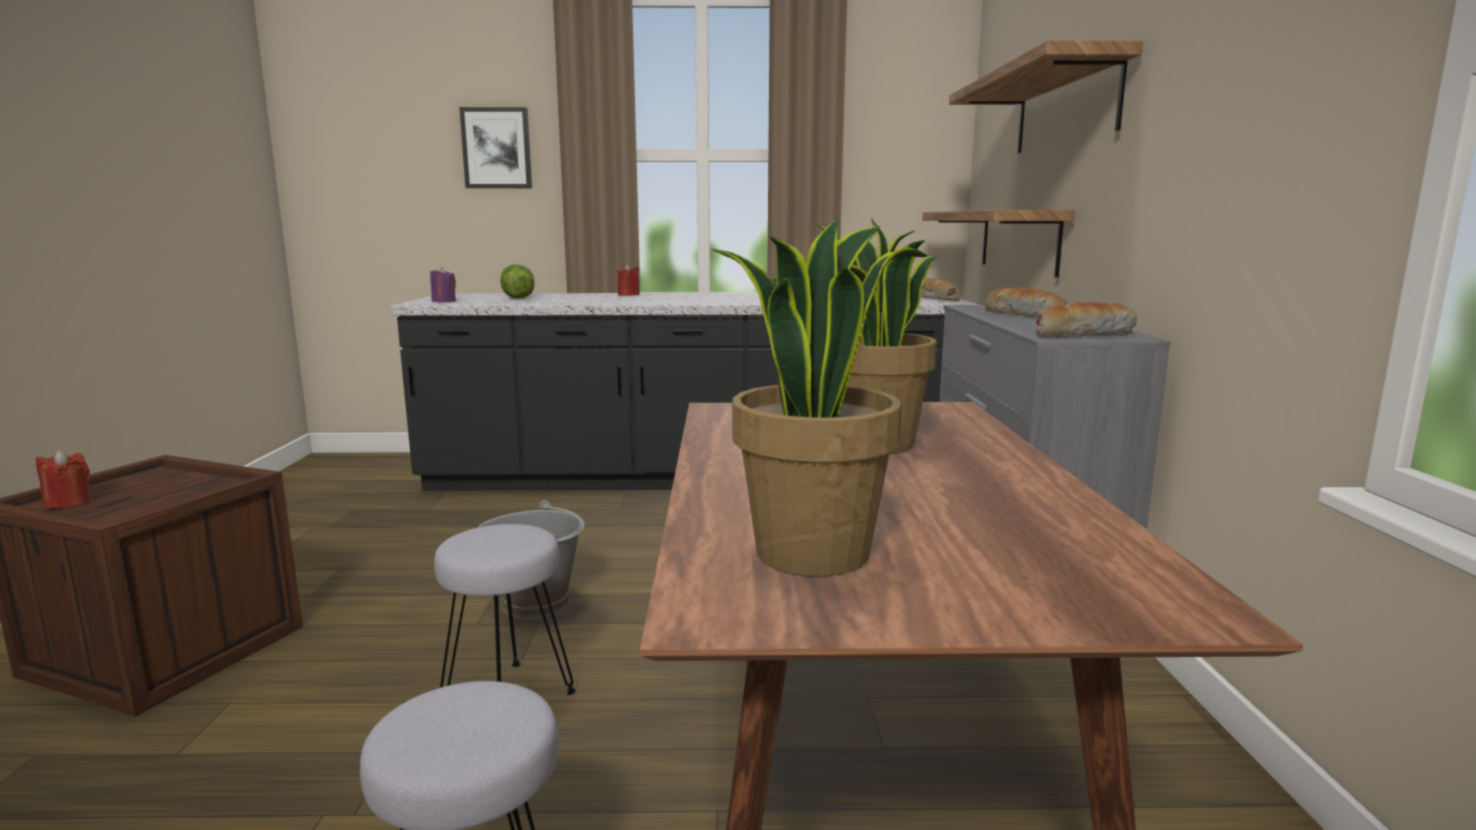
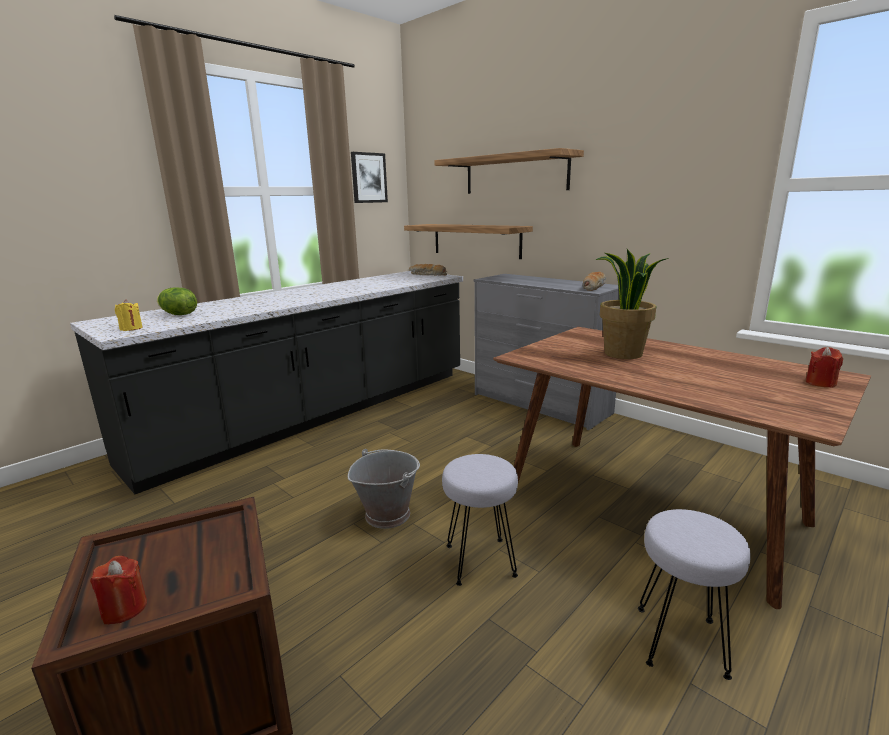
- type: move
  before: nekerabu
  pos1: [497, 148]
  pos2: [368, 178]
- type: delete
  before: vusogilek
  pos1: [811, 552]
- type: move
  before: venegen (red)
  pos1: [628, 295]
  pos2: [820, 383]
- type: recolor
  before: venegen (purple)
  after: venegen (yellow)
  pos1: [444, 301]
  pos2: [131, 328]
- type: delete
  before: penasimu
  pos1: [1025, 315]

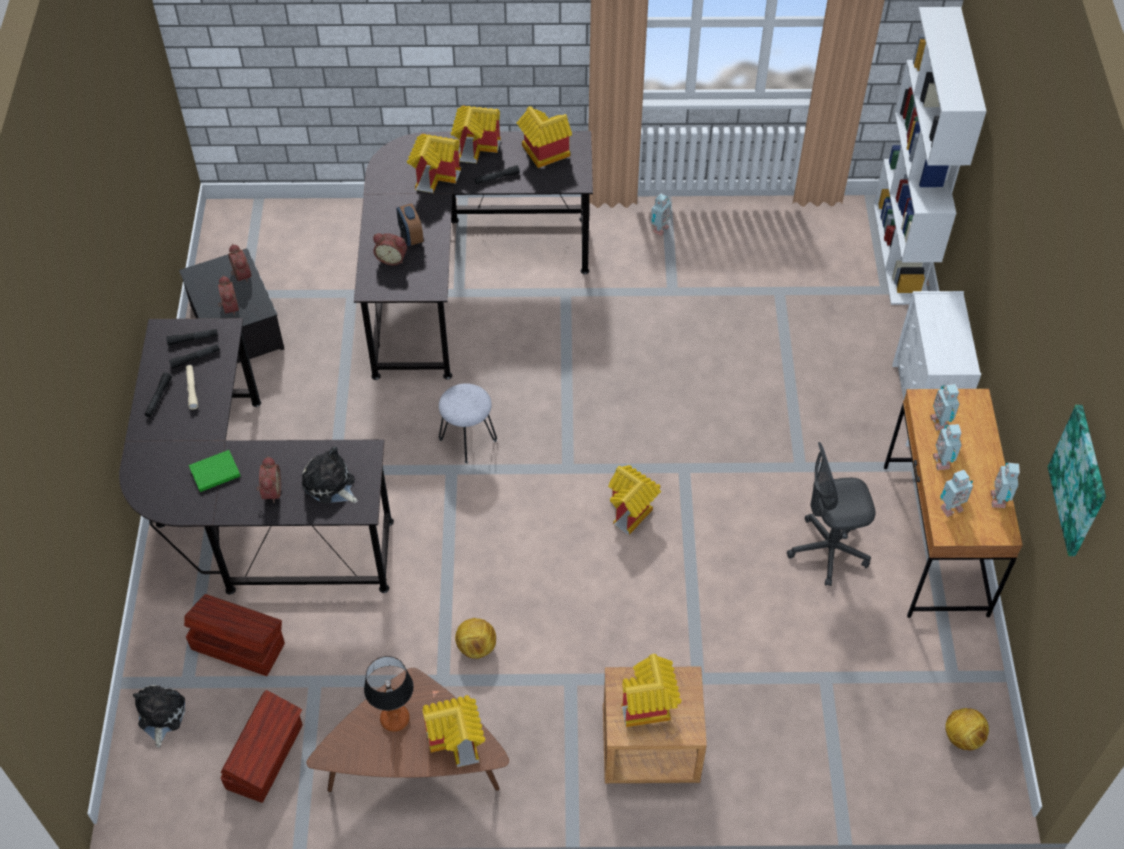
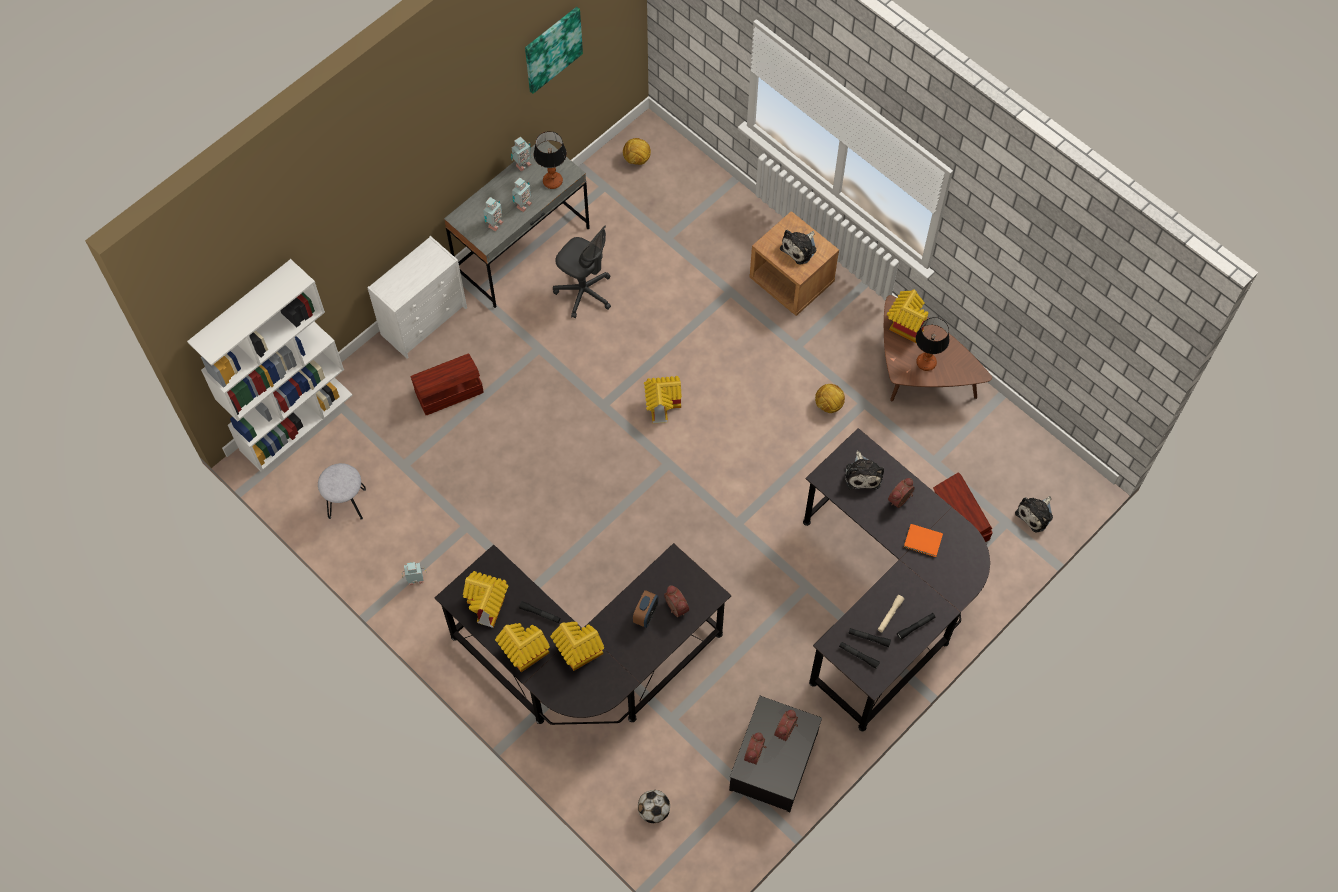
- type: move
  before: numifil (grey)
  pos1: [467, 440]
  pos2: [347, 503]
- type: recolor
  before: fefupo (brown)
  after: fefupo (grey)
  pos1: [934, 540]
  pos2: [522, 250]
- type: recolor
  before: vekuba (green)
  after: vekuba (orange)
  pos1: [213, 472]
  pos2: [923, 542]
- type: replace
  before: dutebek
  after: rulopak
  pos1: [950, 508]
  pos2: [552, 181]
- type: replace
  before: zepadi
  after: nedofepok
  pos1: [649, 708]
  pos2: [800, 248]
- type: move
  before: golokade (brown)
  pos1: [266, 756]
  pos2: [448, 392]
- type: insert
  after: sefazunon
  pos2: [654, 810]

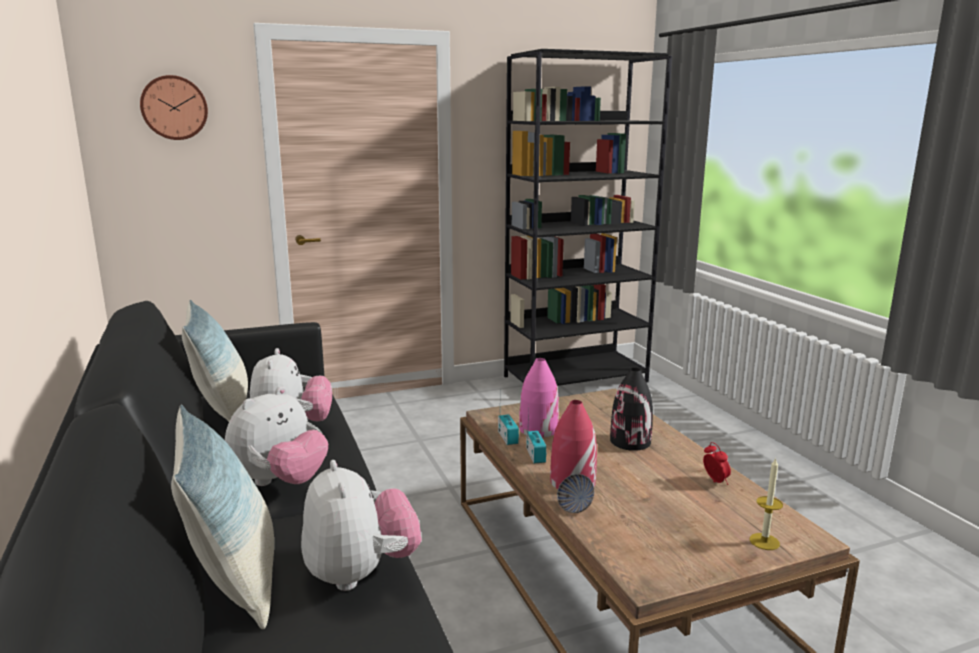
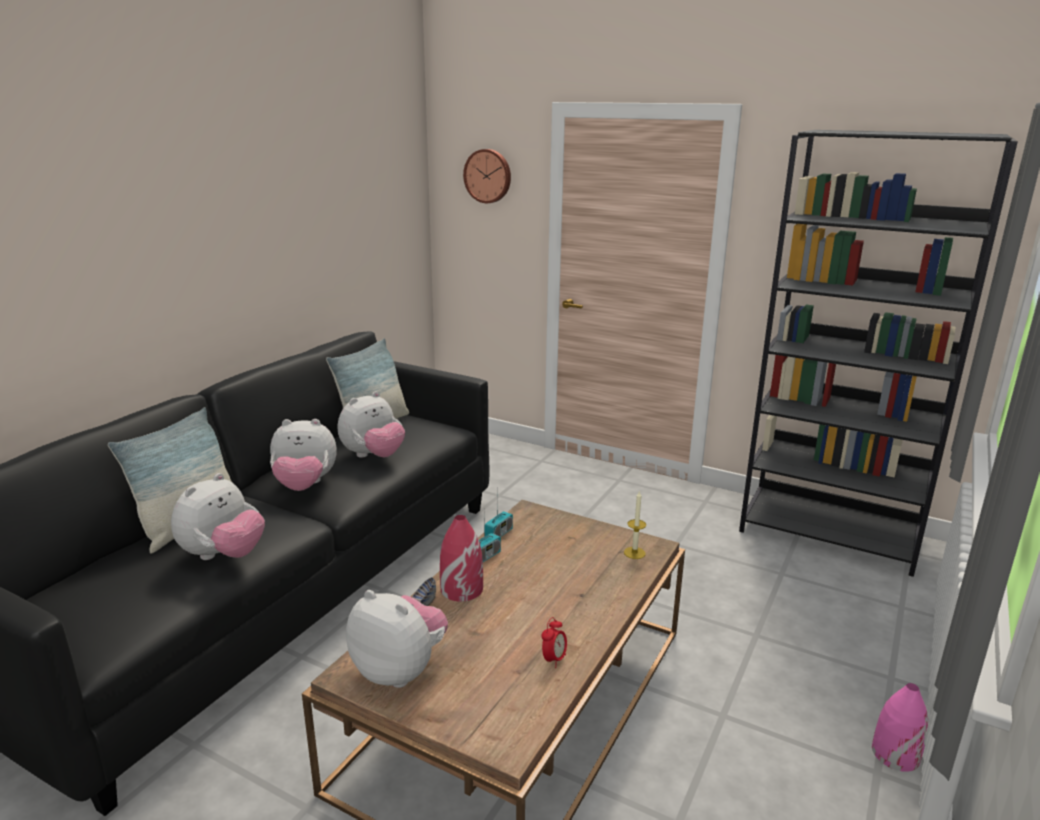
- type: move
  before: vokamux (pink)
  pos1: [538, 429]
  pos2: [894, 754]
- type: delete
  before: vokamux (black)
  pos1: [630, 442]
- type: move
  before: venegen
  pos1: [764, 541]
  pos2: [634, 553]
- type: insert
  after: nedofepok
  pos2: [400, 670]

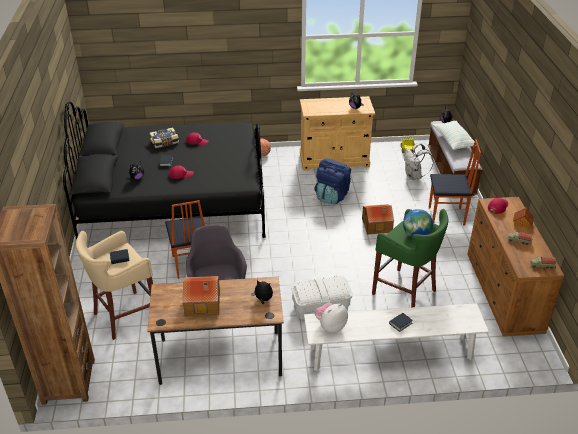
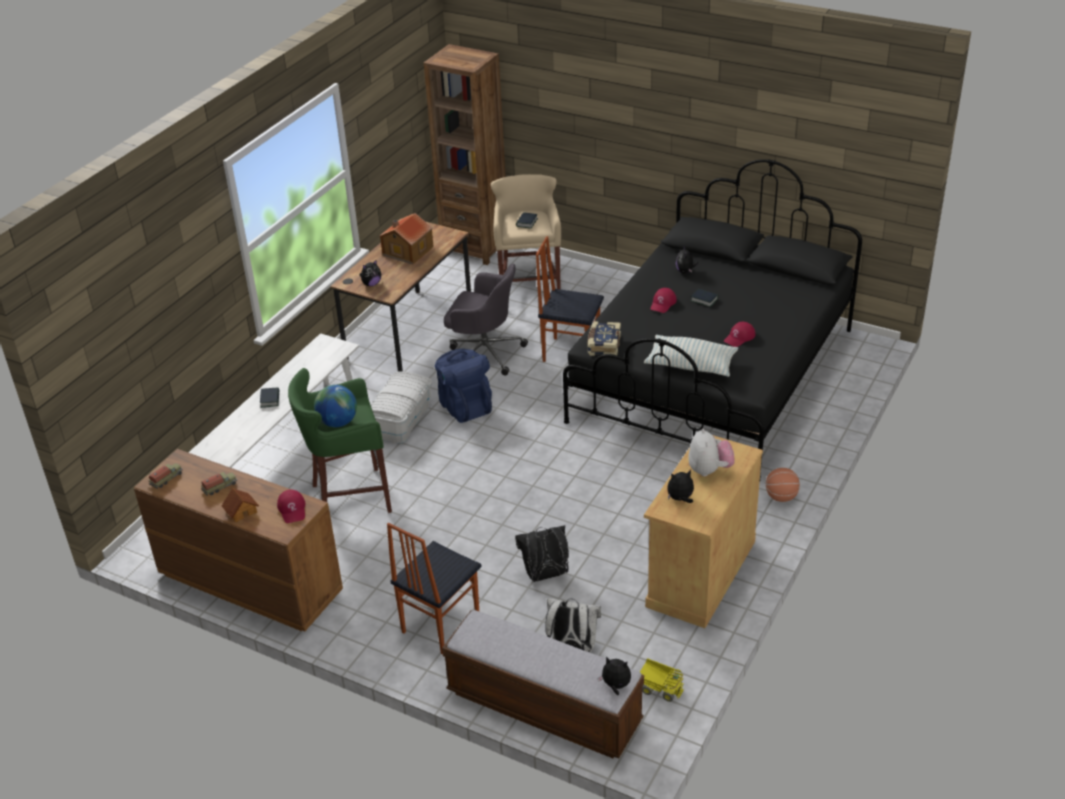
- type: move
  before: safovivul
  pos1: [453, 141]
  pos2: [691, 365]
- type: move
  before: vekuba
  pos1: [165, 142]
  pos2: [603, 345]
- type: move
  before: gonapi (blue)
  pos1: [332, 196]
  pos2: [465, 406]
- type: delete
  before: zepadi
  pos1: [377, 225]
- type: move
  before: nedofepok
  pos1: [330, 326]
  pos2: [709, 470]
- type: insert
  after: gonapi (black)
  pos2: [545, 576]

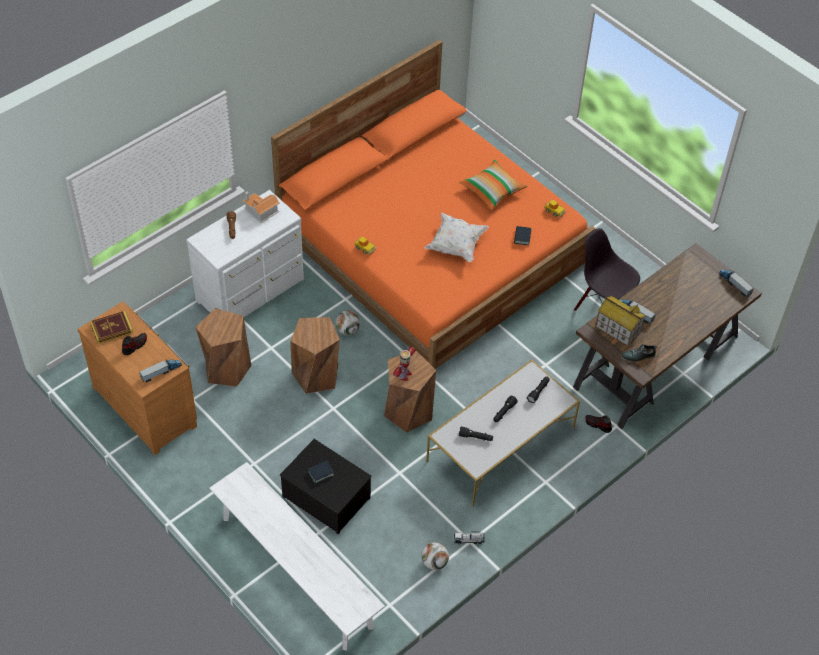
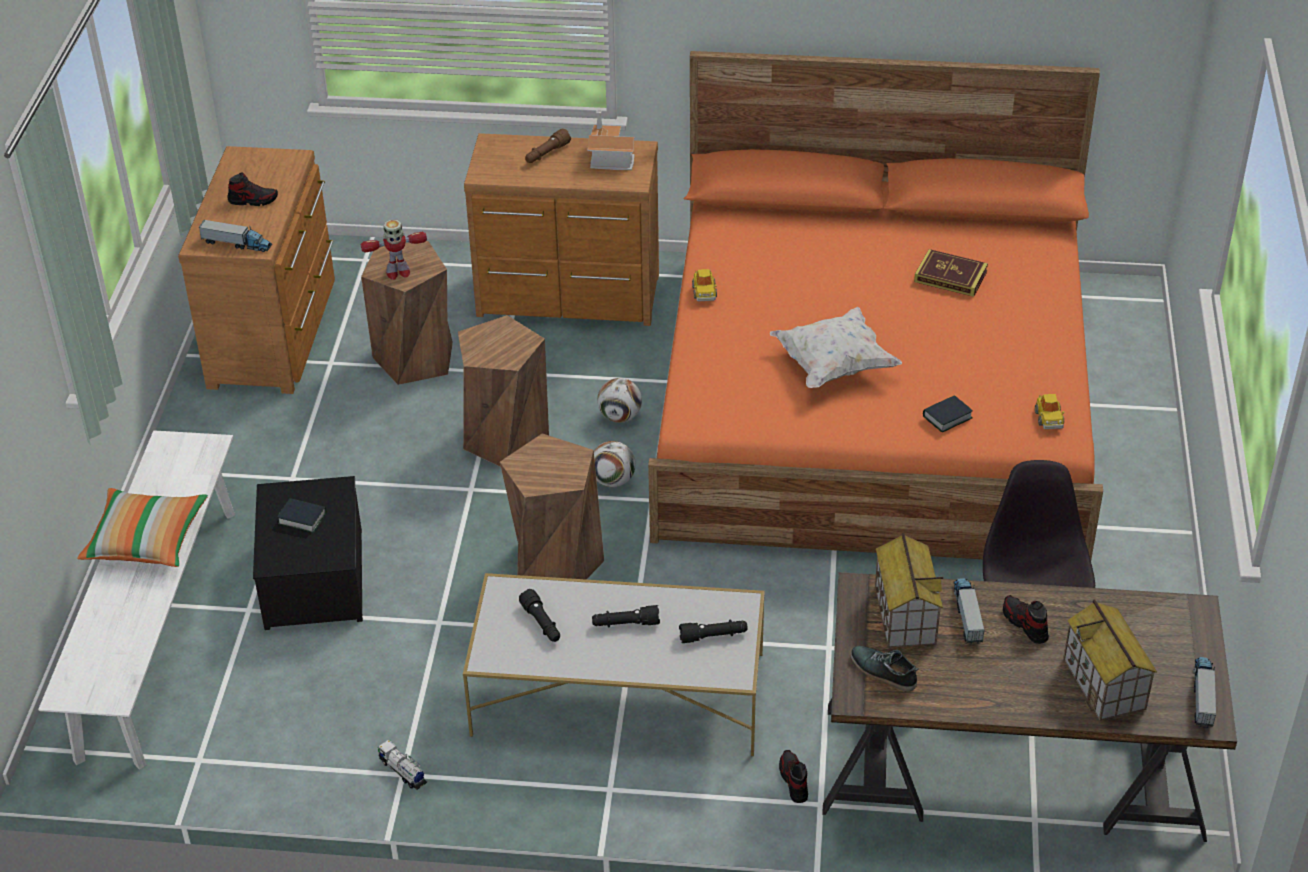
- type: move
  before: safovivul
  pos1: [492, 190]
  pos2: [146, 540]
- type: recolor
  before: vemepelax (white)
  after: vemepelax (brown)
  pos1: [252, 291]
  pos2: [569, 298]
- type: move
  before: vekuba
  pos1: [112, 329]
  pos2: [950, 276]
- type: move
  before: dutebek
  pos1: [404, 375]
  pos2: [397, 272]
- type: move
  before: sefazunon
  pos1: [434, 562]
  pos2: [613, 480]
- type: insert
  after: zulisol
  pos2: [1025, 624]
- type: insert
  after: zepadi
  pos2: [1105, 684]

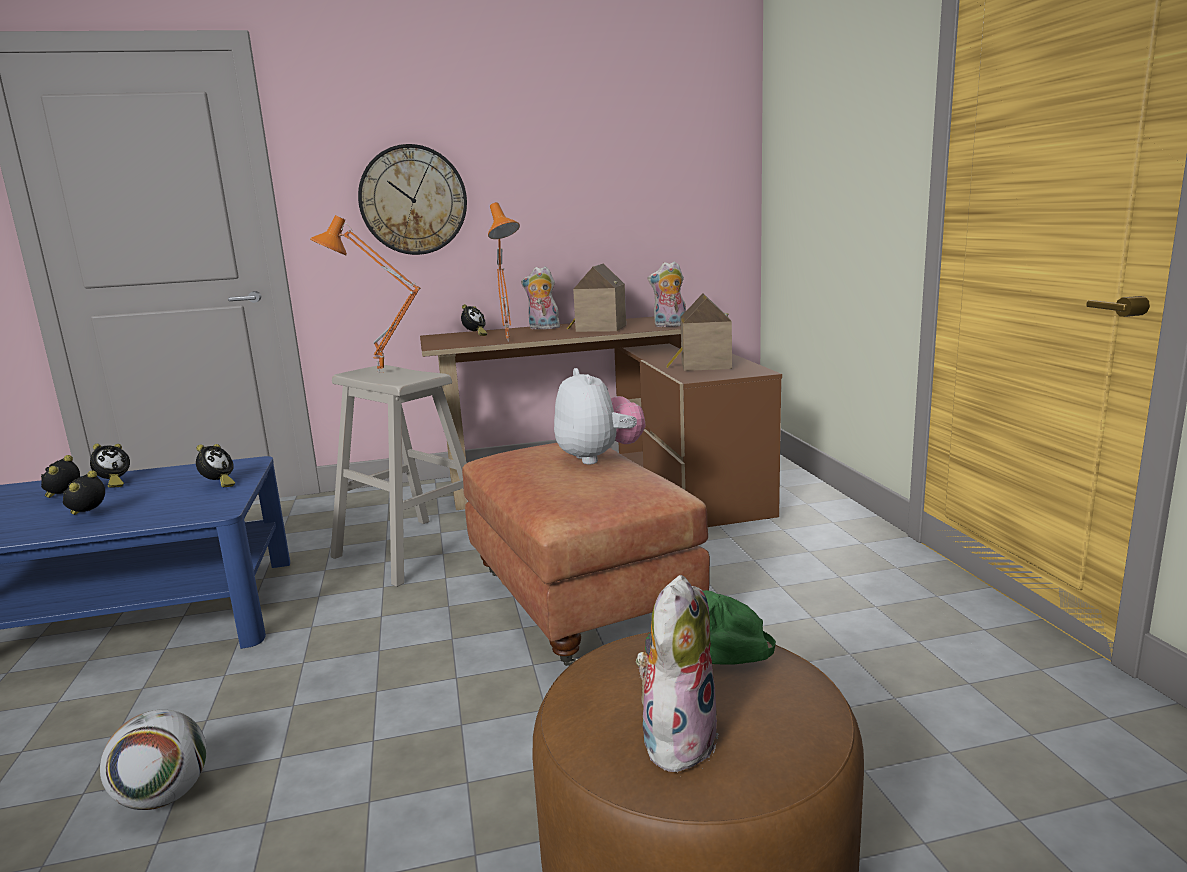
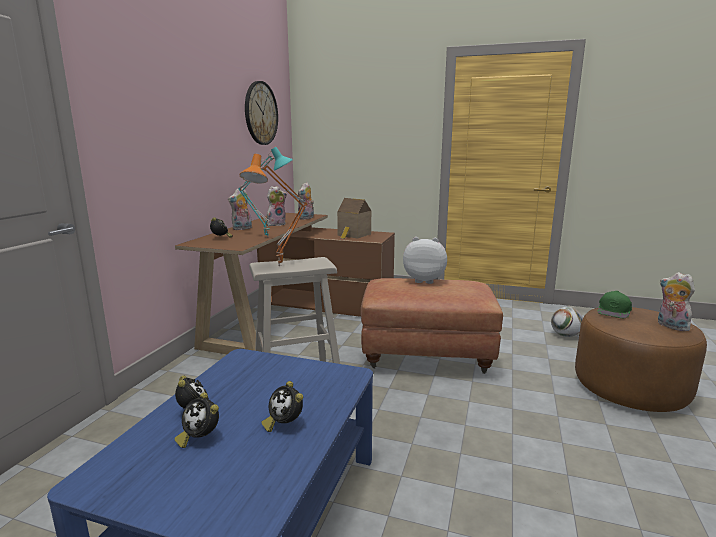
- type: move
  before: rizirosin
  pos1: [413, 200]
  pos2: [260, 113]
- type: recolor
  before: rulopak (orange)
  after: rulopak (turquoise)
  pos1: [510, 341]
  pos2: [268, 237]
- type: replace
  before: zepadi
  after: nedofepok
  pos1: [598, 328]
  pos2: [276, 224]
- type: delete
  before: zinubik
  pos1: [218, 485]
- type: move
  before: sefazunon
  pos1: [163, 797]
  pos2: [565, 335]

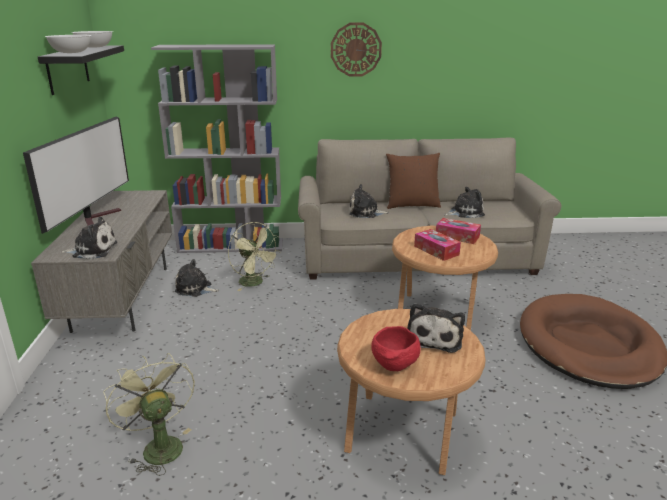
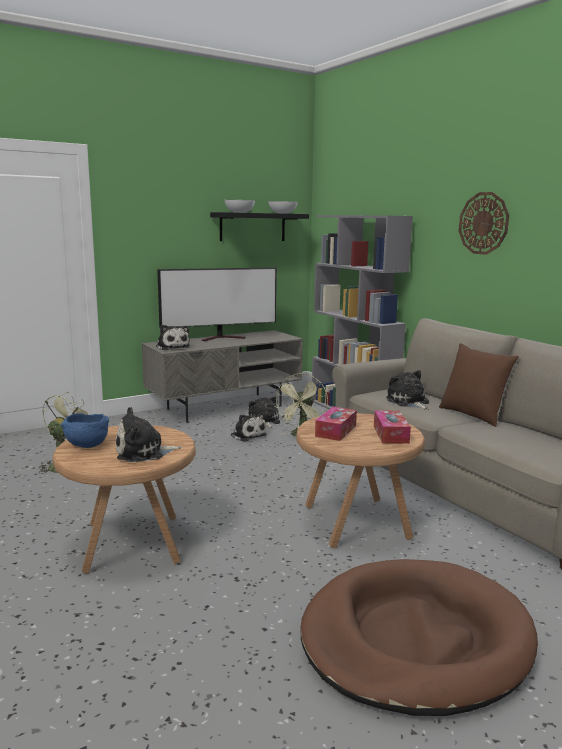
- type: move
  before: nedofepok
  pos1: [465, 212]
  pos2: [247, 435]
- type: recolor
  before: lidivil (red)
  after: lidivil (blue)
  pos1: [394, 366]
  pos2: [86, 446]

